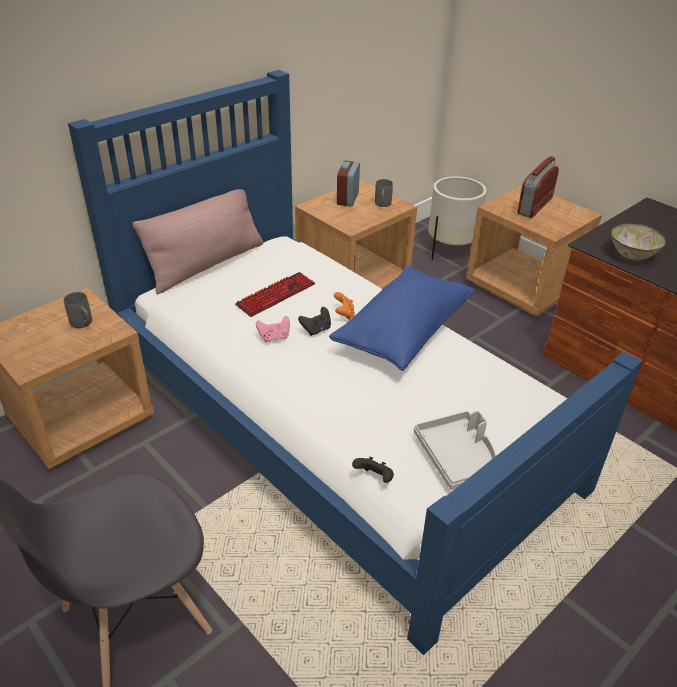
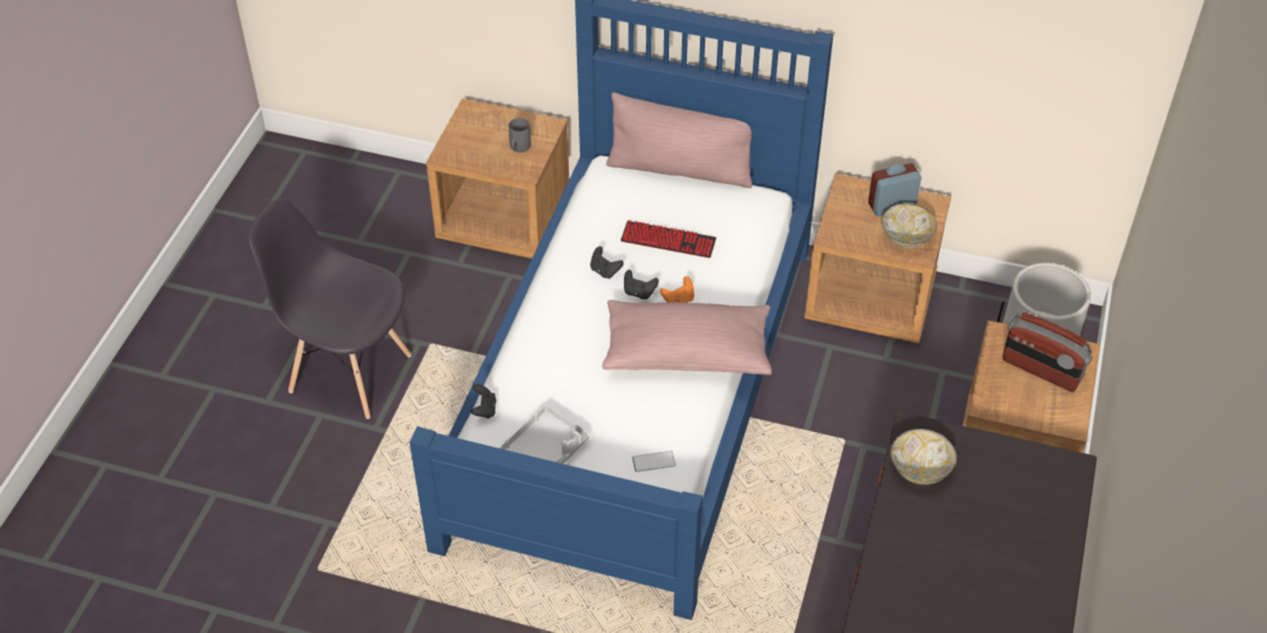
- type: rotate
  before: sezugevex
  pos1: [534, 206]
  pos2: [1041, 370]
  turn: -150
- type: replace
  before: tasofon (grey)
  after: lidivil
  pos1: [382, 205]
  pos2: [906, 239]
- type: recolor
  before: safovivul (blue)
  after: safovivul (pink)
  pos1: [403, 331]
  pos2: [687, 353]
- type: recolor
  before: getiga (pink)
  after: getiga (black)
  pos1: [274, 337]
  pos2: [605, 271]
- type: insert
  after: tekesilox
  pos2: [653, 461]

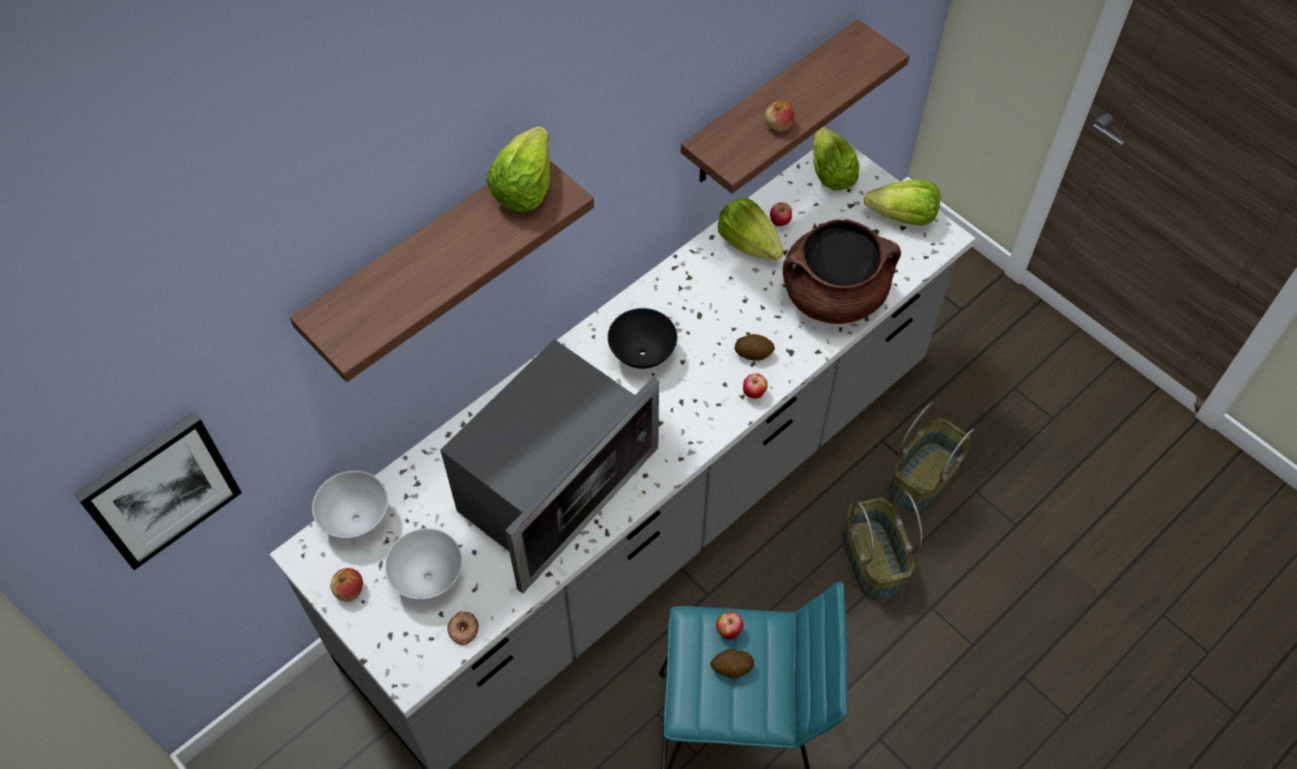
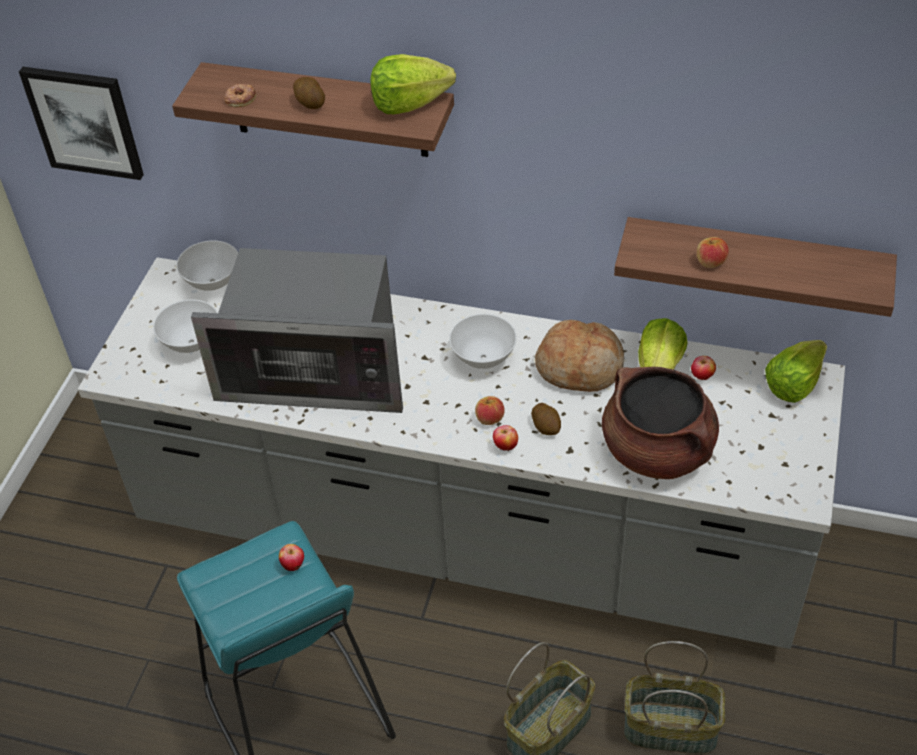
- type: delete
  before: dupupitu
  pos1: [903, 217]
- type: recolor
  before: lidivil (black)
  after: lidivil (white)
  pos1: [643, 354]
  pos2: [484, 359]
- type: move
  before: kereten
  pos1: [349, 590]
  pos2: [489, 418]
- type: move
  before: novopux
  pos1: [463, 629]
  pos2: [240, 98]
- type: move
  before: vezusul
  pos1: [731, 668]
  pos2: [310, 103]
- type: insert
  after: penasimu
  pos2: [580, 366]

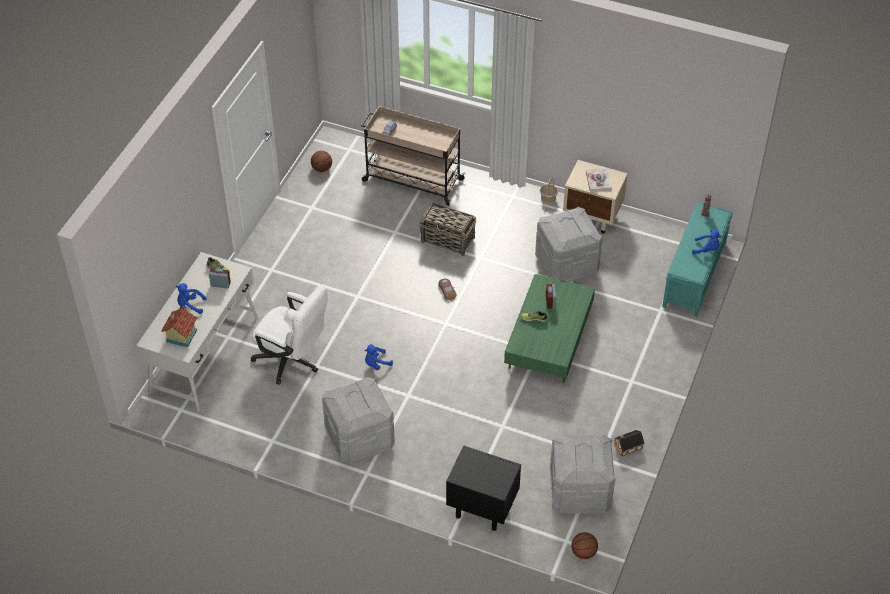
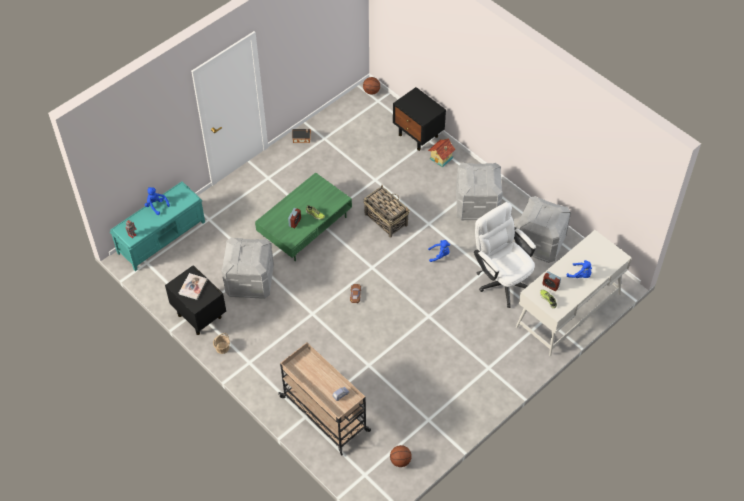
- type: recolor
  before: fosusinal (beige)
  after: fosusinal (black)
  pos1: [593, 217]
  pos2: [199, 316]
- type: move
  before: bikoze
  pos1: [448, 240]
  pos2: [385, 219]
- type: move
  before: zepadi
  pos1: [180, 336]
  pos2: [441, 158]
- type: move
  before: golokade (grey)
  pos1: [579, 491]
  pos2: [539, 243]

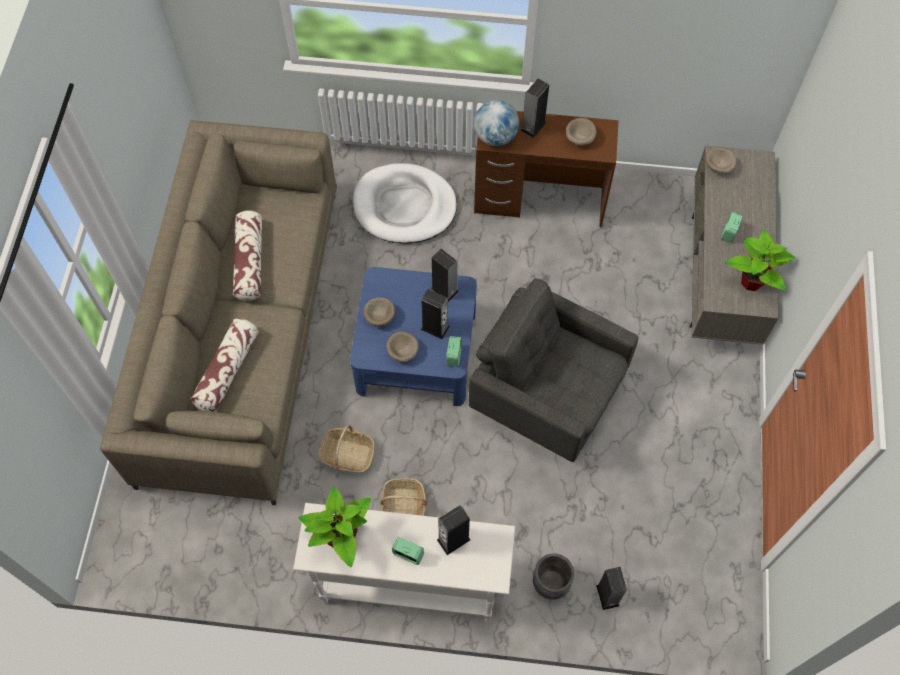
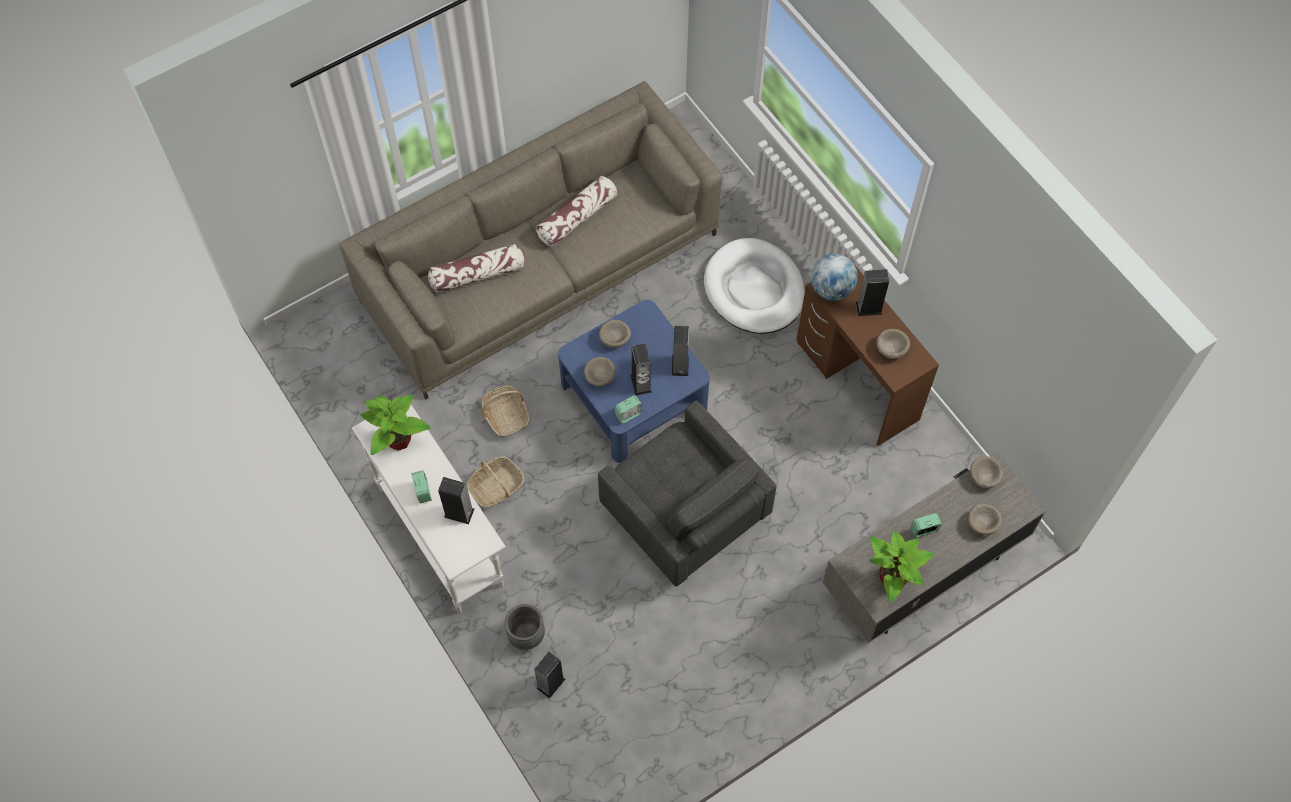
- type: rotate
  before: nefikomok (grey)
  pos1: [547, 392]
  pos2: [684, 516]
  turn: 150
- type: insert
  after: lidivil (beige)
  pos2: [982, 524]

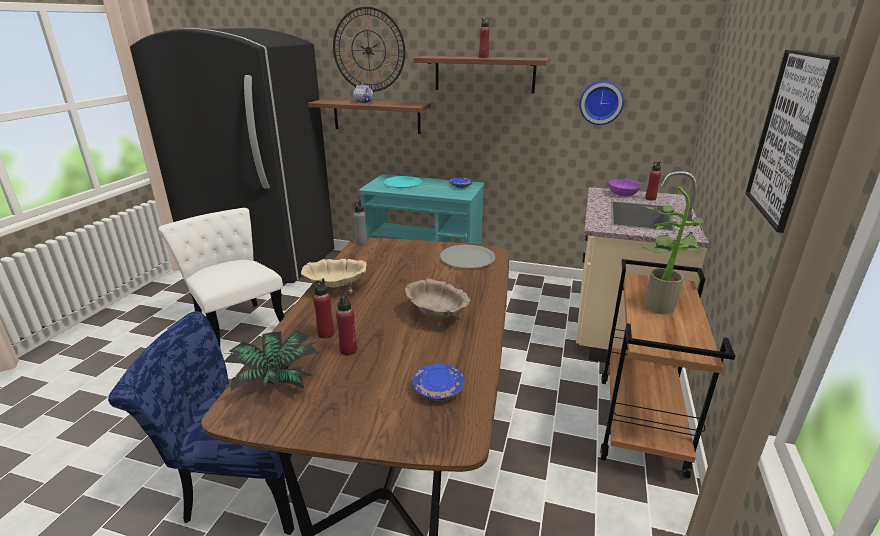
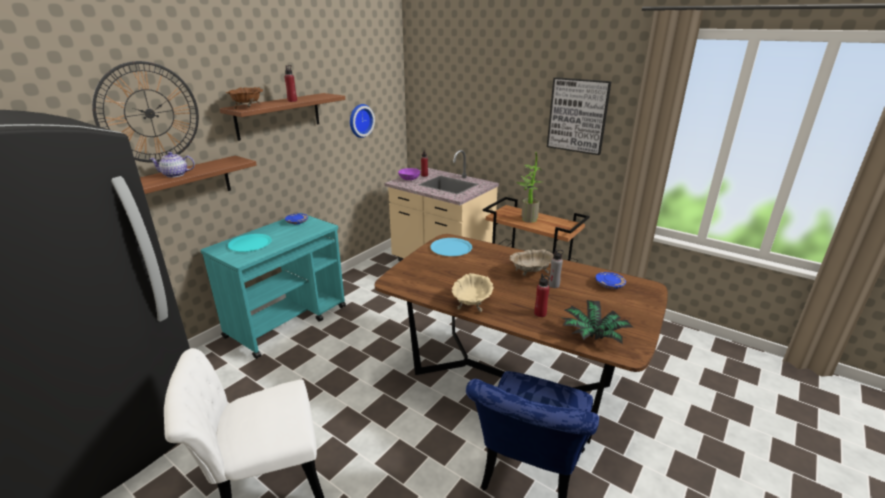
- type: move
  before: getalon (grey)
  pos1: [361, 242]
  pos2: [554, 285]
- type: recolor
  before: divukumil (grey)
  after: divukumil (blue)
  pos1: [467, 258]
  pos2: [451, 248]
- type: delete
  before: getalon (red)
  pos1: [348, 350]
- type: insert
  after: lidivil (brown)
  pos2: [247, 107]

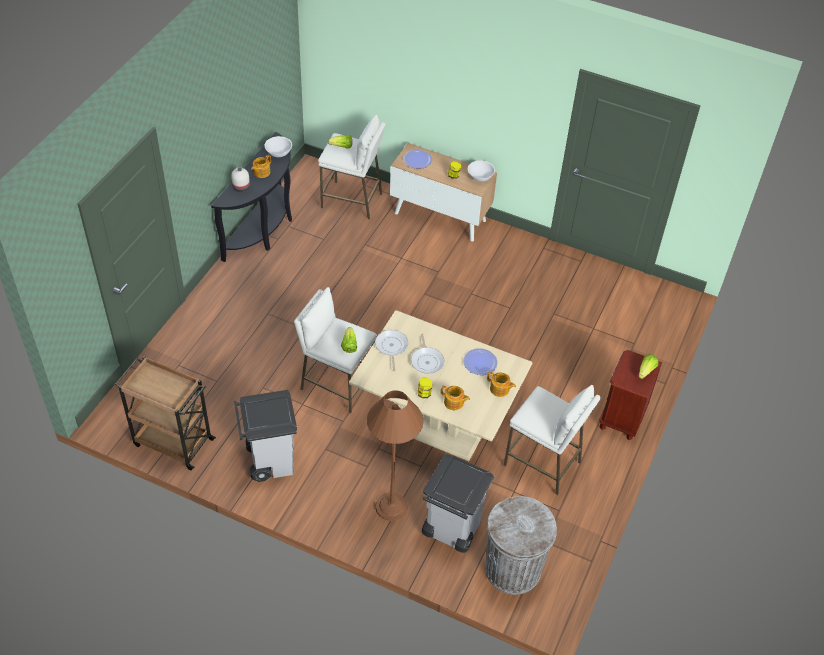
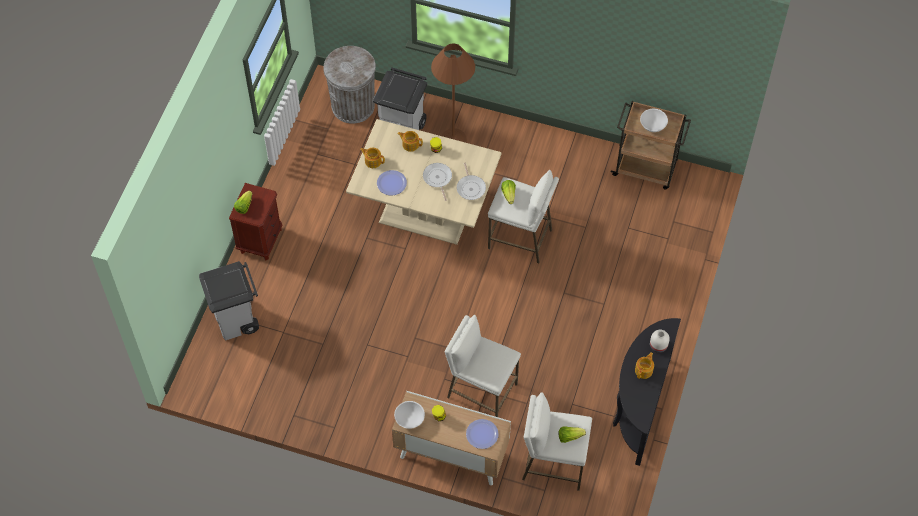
- type: move
  before: lidivil (white)
  pos1: [279, 152]
  pos2: [652, 125]
- type: move
  before: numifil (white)
  pos1: [543, 463]
  pos2: [481, 391]
- type: move
  before: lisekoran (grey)
  pos1: [269, 460]
  pos2: [237, 320]

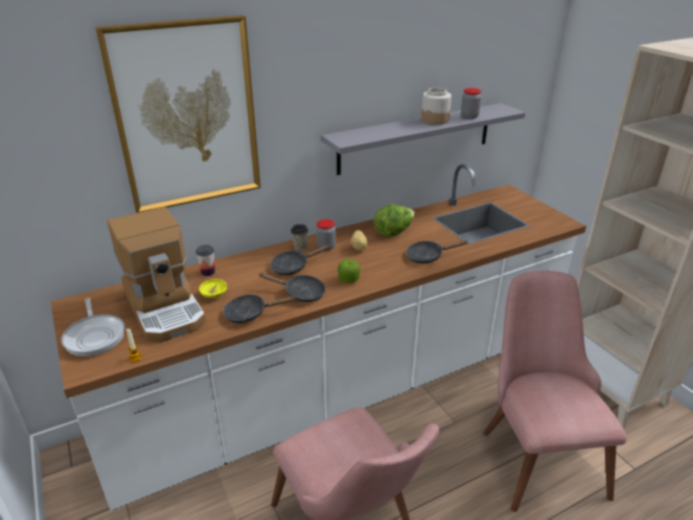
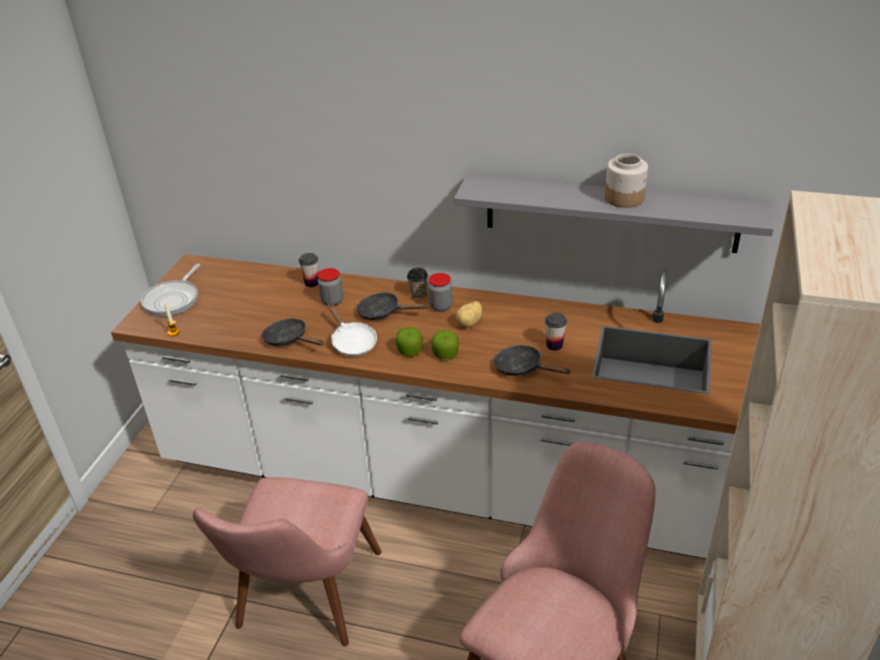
- type: delete
  before: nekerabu
  pos1: [187, 116]
- type: move
  before: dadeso
  pos1: [469, 116]
  pos2: [332, 301]
- type: delete
  before: dupupitu
  pos1: [393, 232]
- type: delete
  before: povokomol
  pos1: [166, 308]
- type: recolor
  before: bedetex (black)
  after: bedetex (white)
  pos1: [300, 293]
  pos2: [352, 342]
- type: delete
  before: lidivil (yellow)
  pos1: [214, 294]
- type: insert
  after: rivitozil
  pos2: [554, 345]
- type: insert
  after: kereten
  pos2: [445, 354]

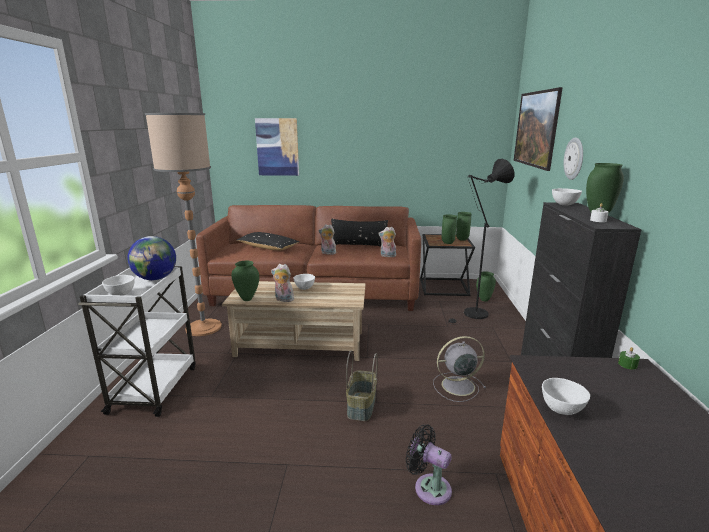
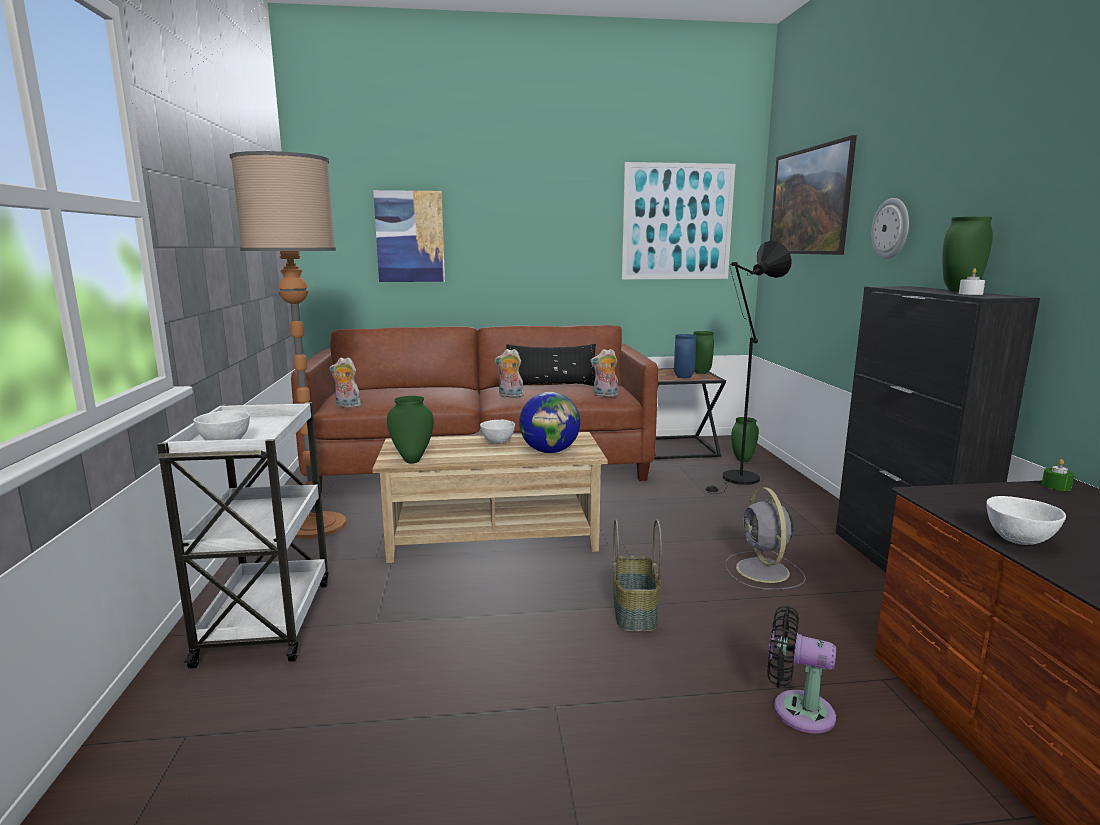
- type: delete
  before: lidivil (white)
  pos1: [564, 205]
- type: recolor
  before: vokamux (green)
  after: vokamux (blue)
  pos1: [448, 243]
  pos2: [684, 377]
- type: delete
  before: safovivul (black)
  pos1: [268, 247]
- type: move
  before: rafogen
  pos1: [156, 278]
  pos2: [550, 451]
- type: move
  before: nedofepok
  pos1: [283, 299]
  pos2: [346, 406]
- type: rotate
  before: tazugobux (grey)
  pos1: [456, 386]
  pos2: [763, 571]
  turn: -75
- type: insert
  after: nekerabu
  pos2: [677, 222]

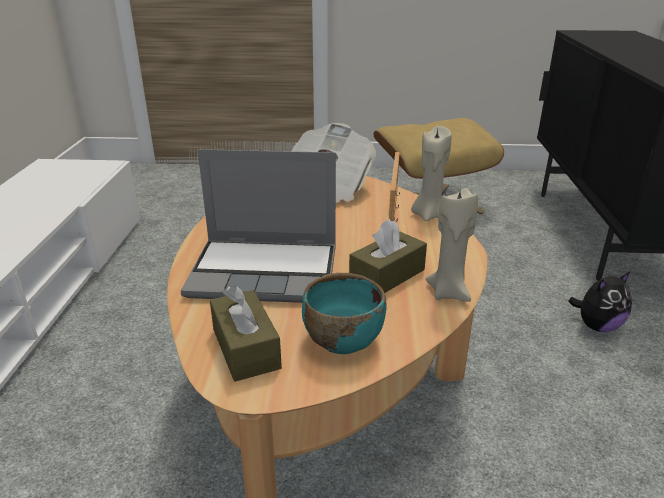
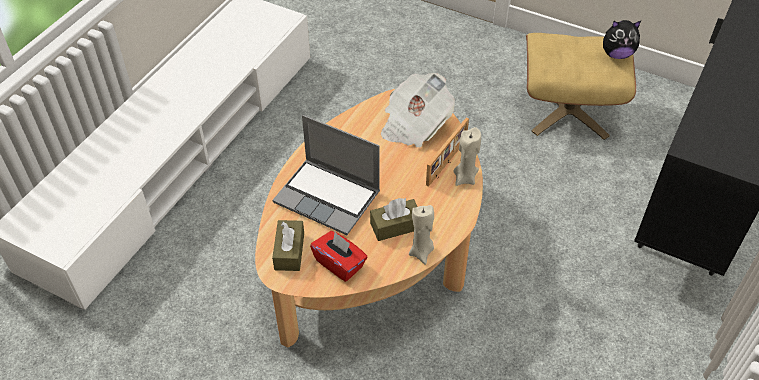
- type: move
  before: nedofepok
  pos1: [597, 326]
  pos2: [616, 54]
- type: replace
  before: lidivil (turquoise)
  after: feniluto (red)
  pos1: [342, 339]
  pos2: [340, 264]

